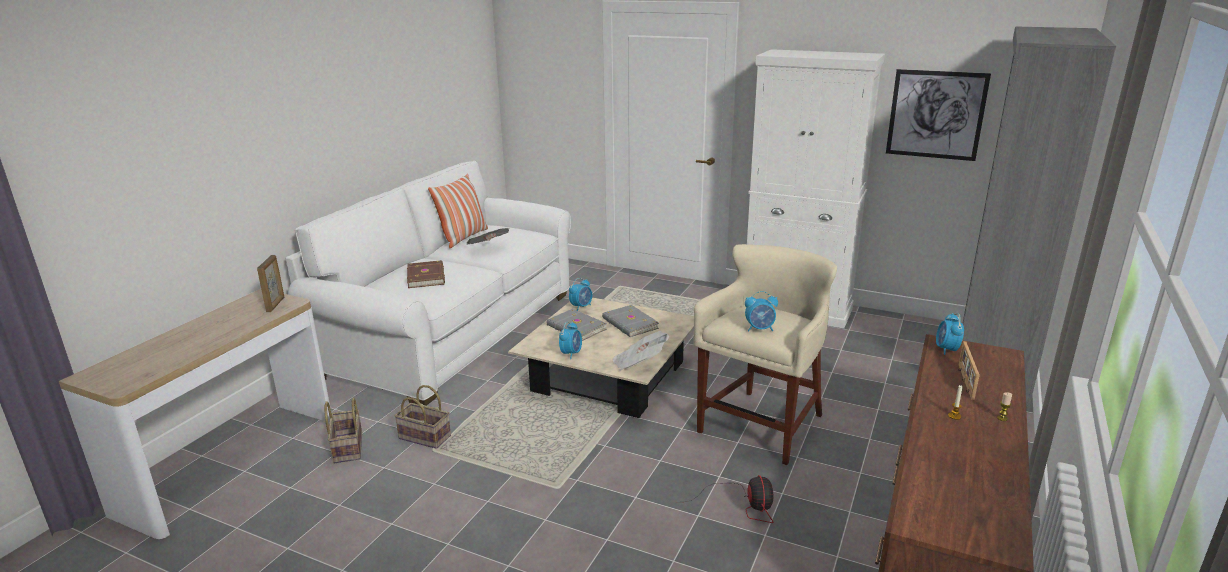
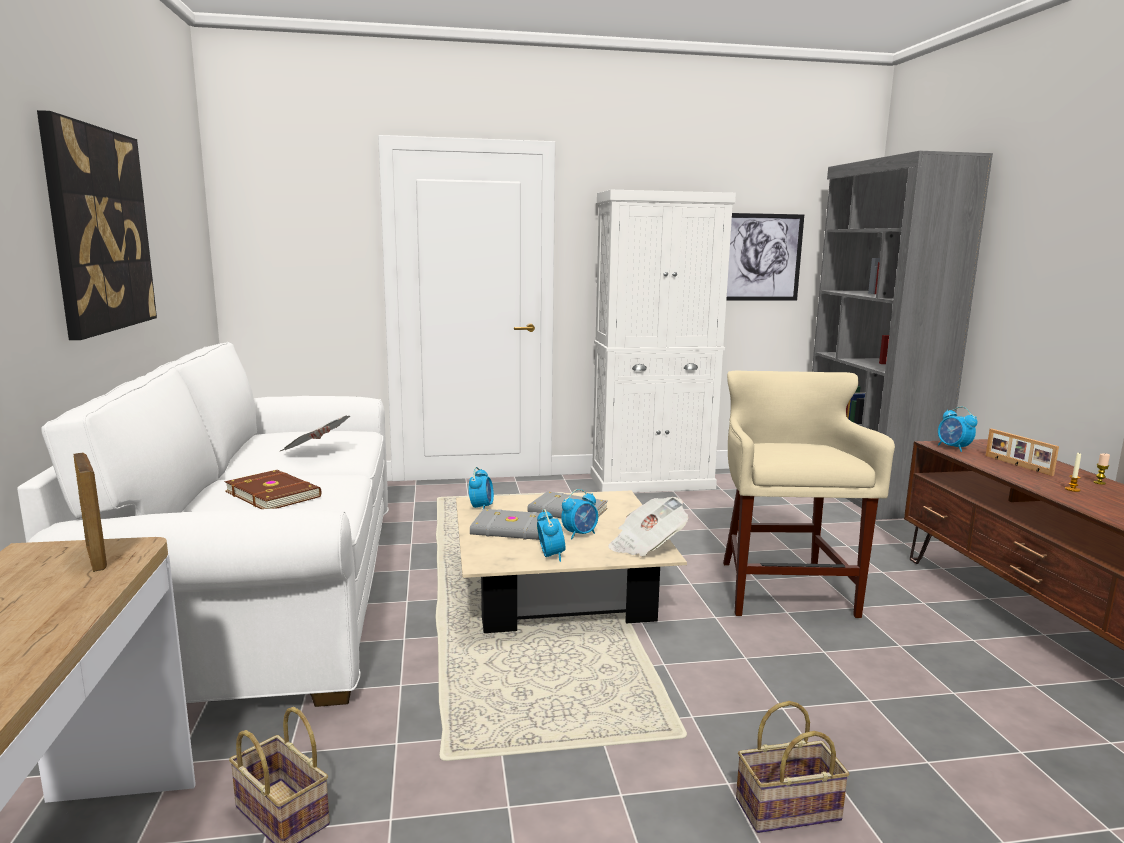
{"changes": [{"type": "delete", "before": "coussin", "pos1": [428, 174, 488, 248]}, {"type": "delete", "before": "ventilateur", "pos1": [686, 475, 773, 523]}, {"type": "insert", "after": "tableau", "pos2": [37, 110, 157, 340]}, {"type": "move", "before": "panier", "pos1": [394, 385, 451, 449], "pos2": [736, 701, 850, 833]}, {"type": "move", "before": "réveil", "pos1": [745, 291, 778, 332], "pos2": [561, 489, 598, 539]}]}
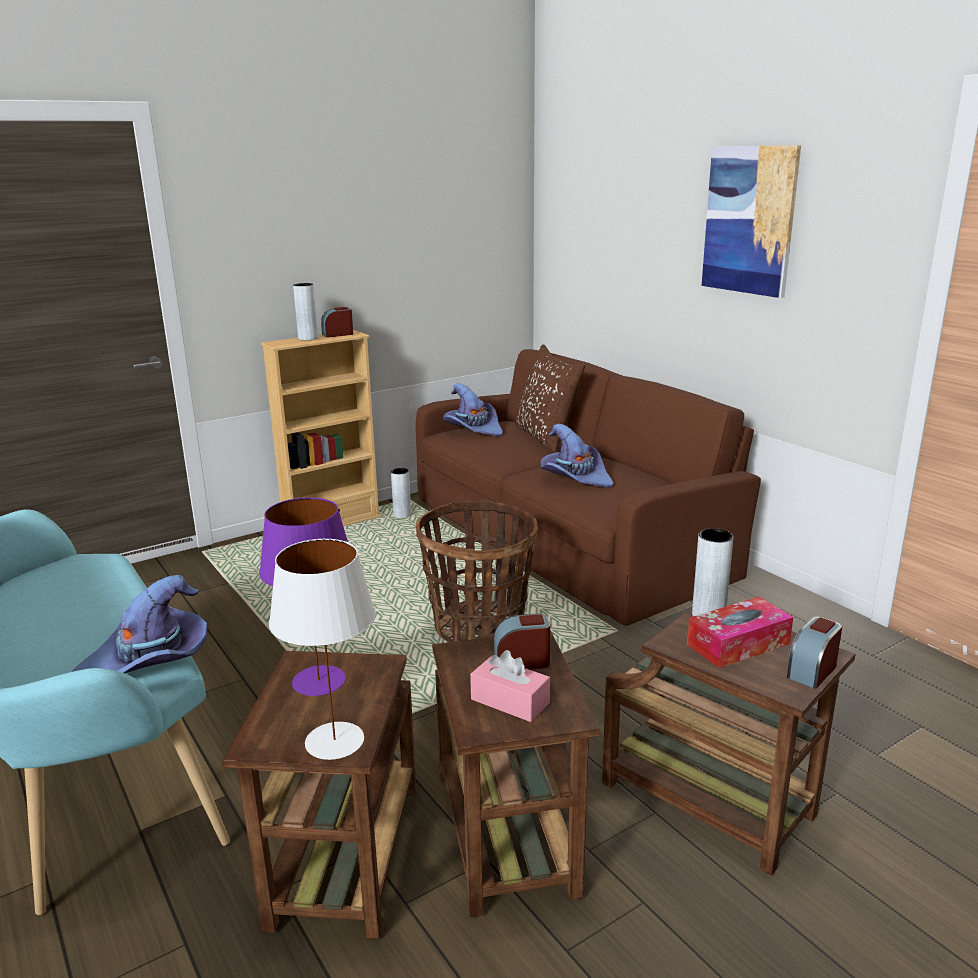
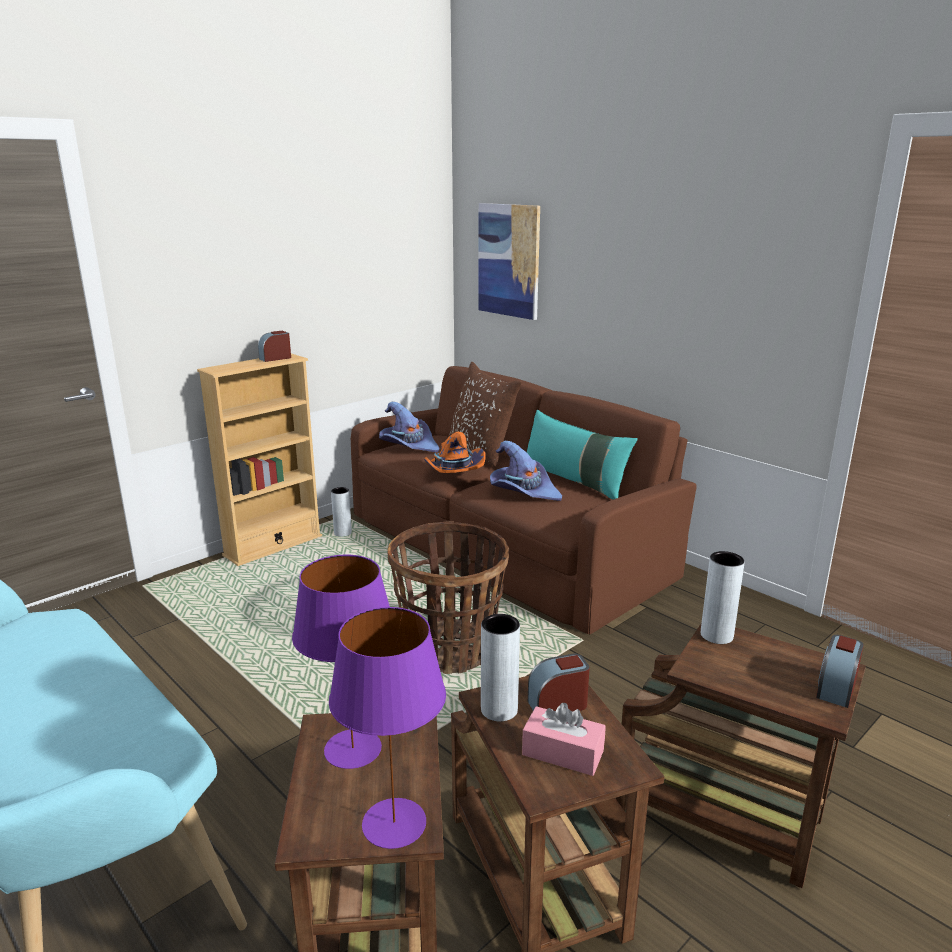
{"changes": [{"type": "delete", "before": "chapeau/violet", "pos1": [72, 575, 208, 673]}, {"type": "delete", "before": "boîte à mouchoirs", "pos1": [687, 597, 793, 668]}, {"type": "insert", "after": "chapeau/orange", "pos2": [424, 432, 485, 473]}, {"type": "insert", "after": "coussin/turquoise", "pos2": [527, 410, 638, 500]}, {"type": "move", "before": "vase/gris", "pos1": [293, 283, 318, 340], "pos2": [481, 614, 520, 721]}, {"type": "move", "before": "tableau", "pos1": [702, 145, 801, 298], "pos2": [479, 203, 540, 320]}, {"type": "recolor", "before": "lampe de table/blanc", "after": "lampe de table/violet", "pos1": [269, 539, 376, 760], "pos2": [329, 607, 446, 849]}]}
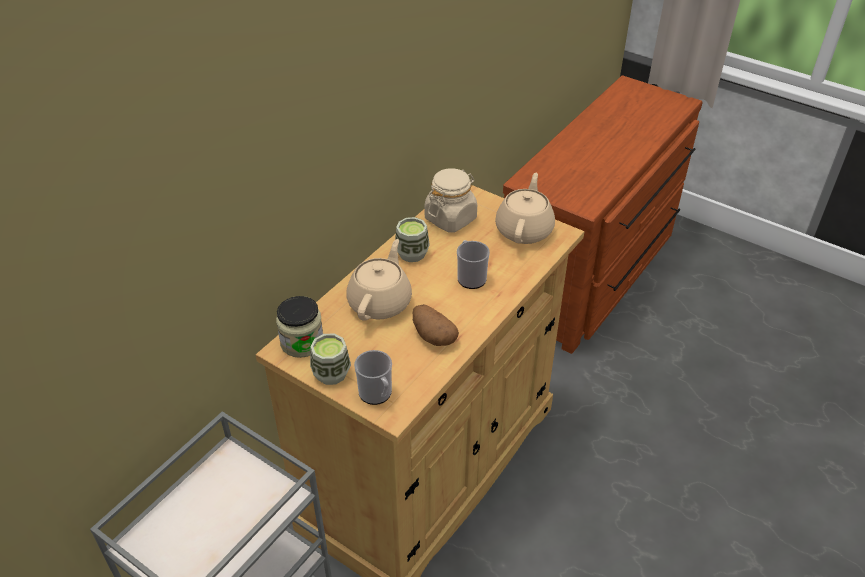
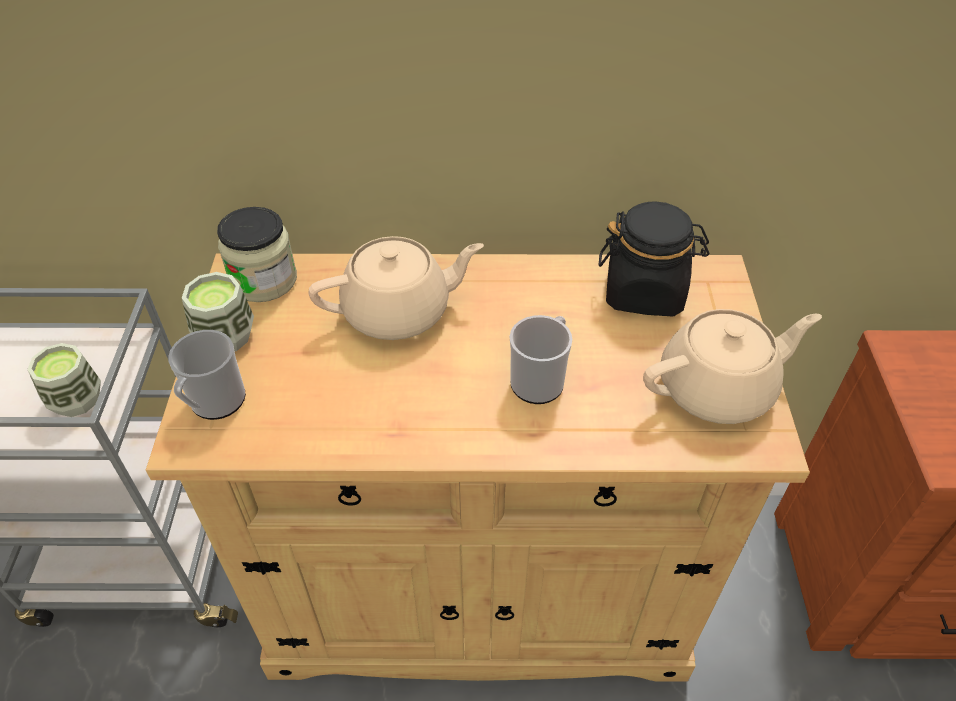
{"changes": [{"type": "delete", "before": "pomme de terre", "pos1": [413, 304, 459, 346]}, {"type": "move", "before": "tasse", "pos1": [395, 217, 430, 262], "pos2": [27, 343, 101, 417]}, {"type": "recolor", "before": "bocal/beige", "after": "bocal/noir", "pos1": [425, 168, 477, 232], "pos2": [599, 201, 709, 316]}]}
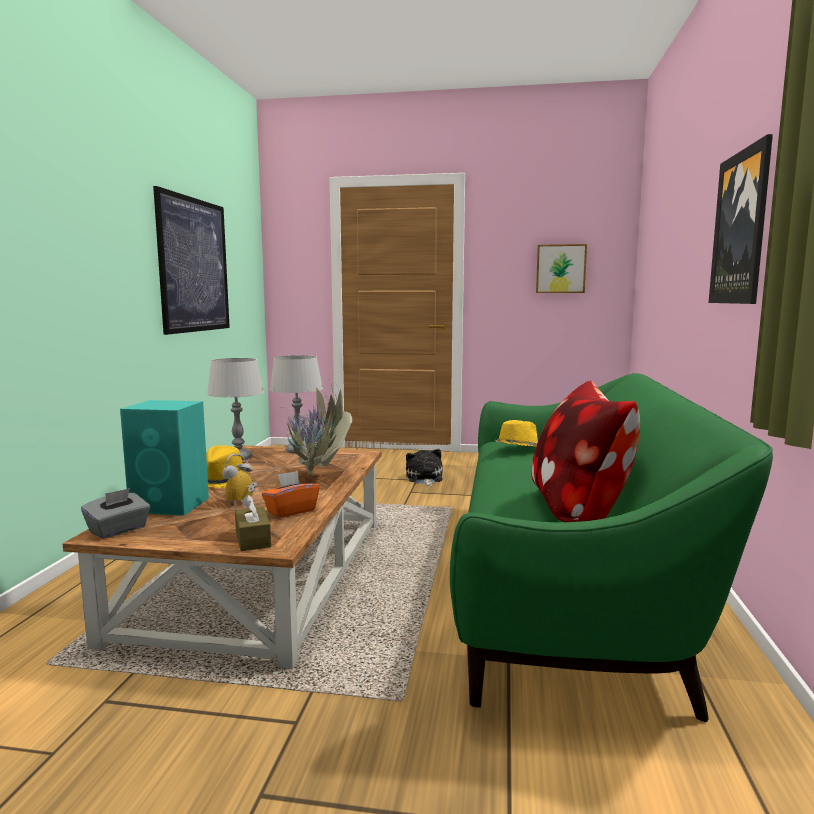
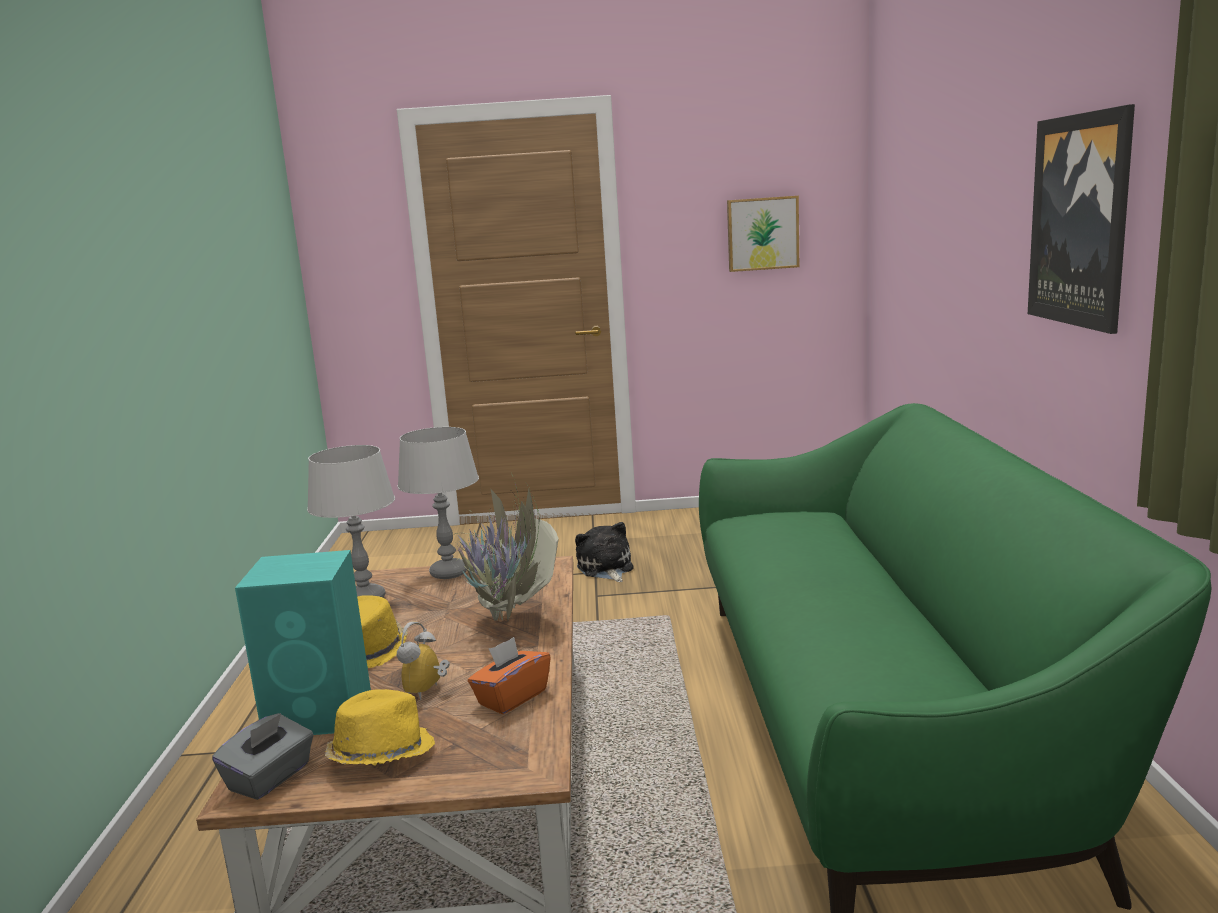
{"changes": [{"type": "delete", "before": "tableau", "pos1": [153, 186, 230, 335]}, {"type": "delete", "before": "boîte à mouchoirs/marron", "pos1": [235, 494, 271, 551]}, {"type": "delete", "before": "coussin", "pos1": [531, 380, 640, 522]}, {"type": "move", "before": "chapeau/jaune", "pos1": [495, 420, 538, 447], "pos2": [325, 689, 435, 766]}]}
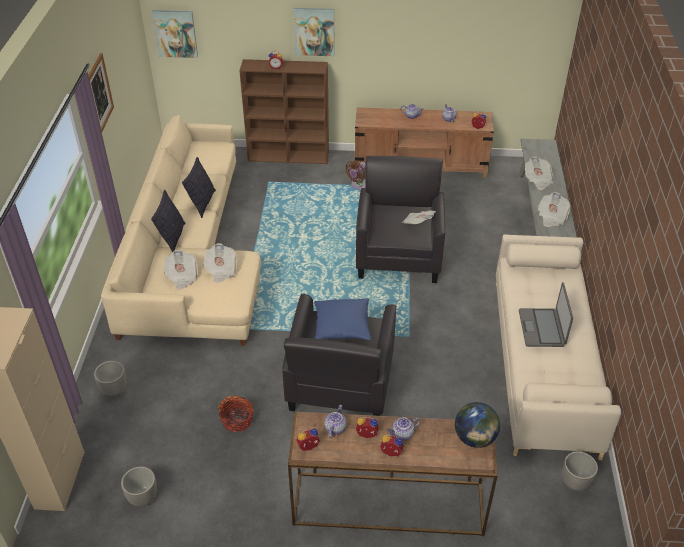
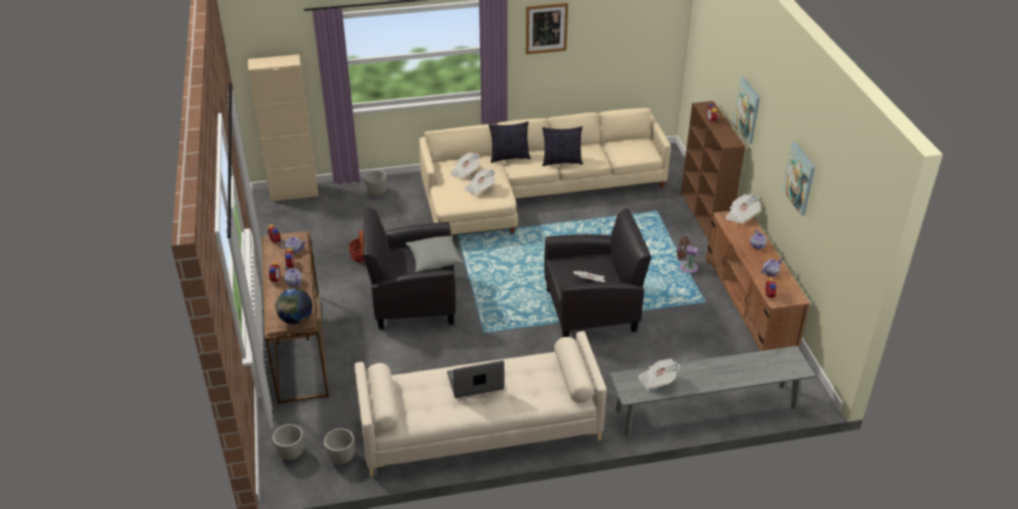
{"changes": [{"type": "move", "before": "cache-pot", "pos1": [121, 466, 157, 506], "pos2": [272, 424, 304, 460]}, {"type": "move", "before": "tableau", "pos1": [152, 10, 198, 58], "pos2": [783, 142, 815, 216]}, {"type": "move", "before": "journal", "pos1": [525, 156, 554, 190], "pos2": [726, 194, 761, 224]}, {"type": "recolor", "before": "coussin/bleu", "after": "coussin/gris", "pos1": [314, 298, 371, 340], "pos2": [405, 236, 464, 272]}]}
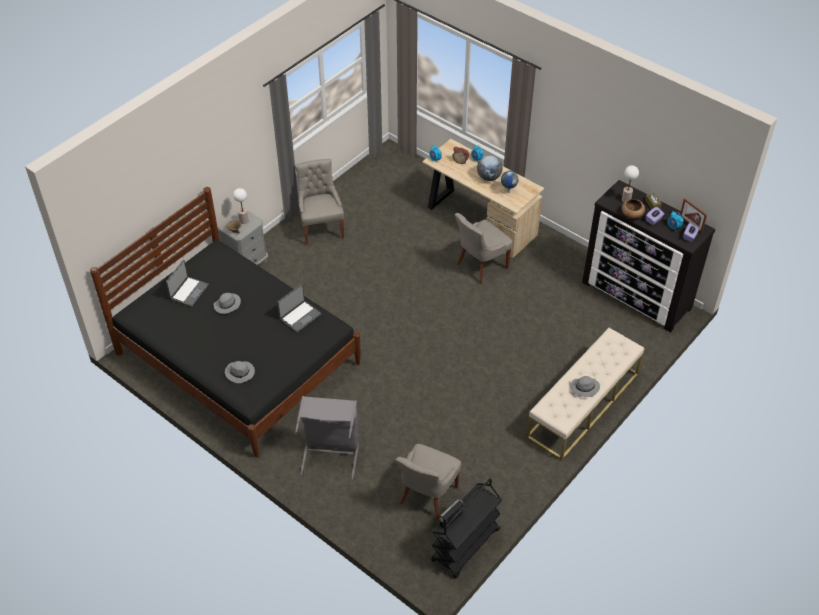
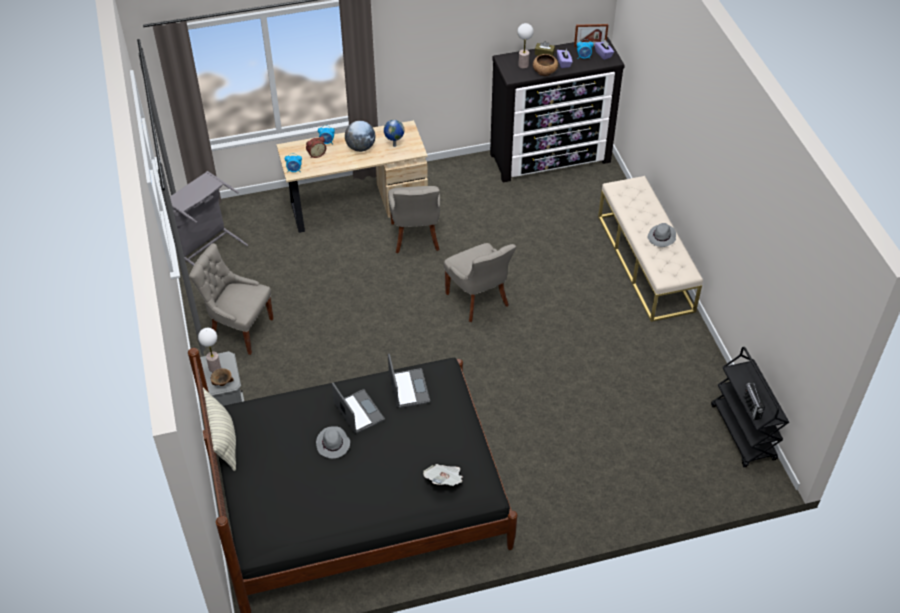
{"changes": [{"type": "insert", "after": "coussin", "pos2": [203, 388, 236, 471]}, {"type": "move", "before": "ordinateur portable", "pos1": [166, 260, 209, 307], "pos2": [332, 383, 385, 434]}, {"type": "move", "before": "panier à linge/gris", "pos1": [295, 396, 359, 479], "pos2": [170, 171, 248, 266]}, {"type": "move", "before": "chaise/gris", "pos1": [396, 444, 461, 520], "pos2": [444, 243, 516, 322]}, {"type": "replace", "before": "chapeau/gris", "after": "journal", "pos1": [225, 361, 255, 383], "pos2": [423, 464, 462, 486]}]}
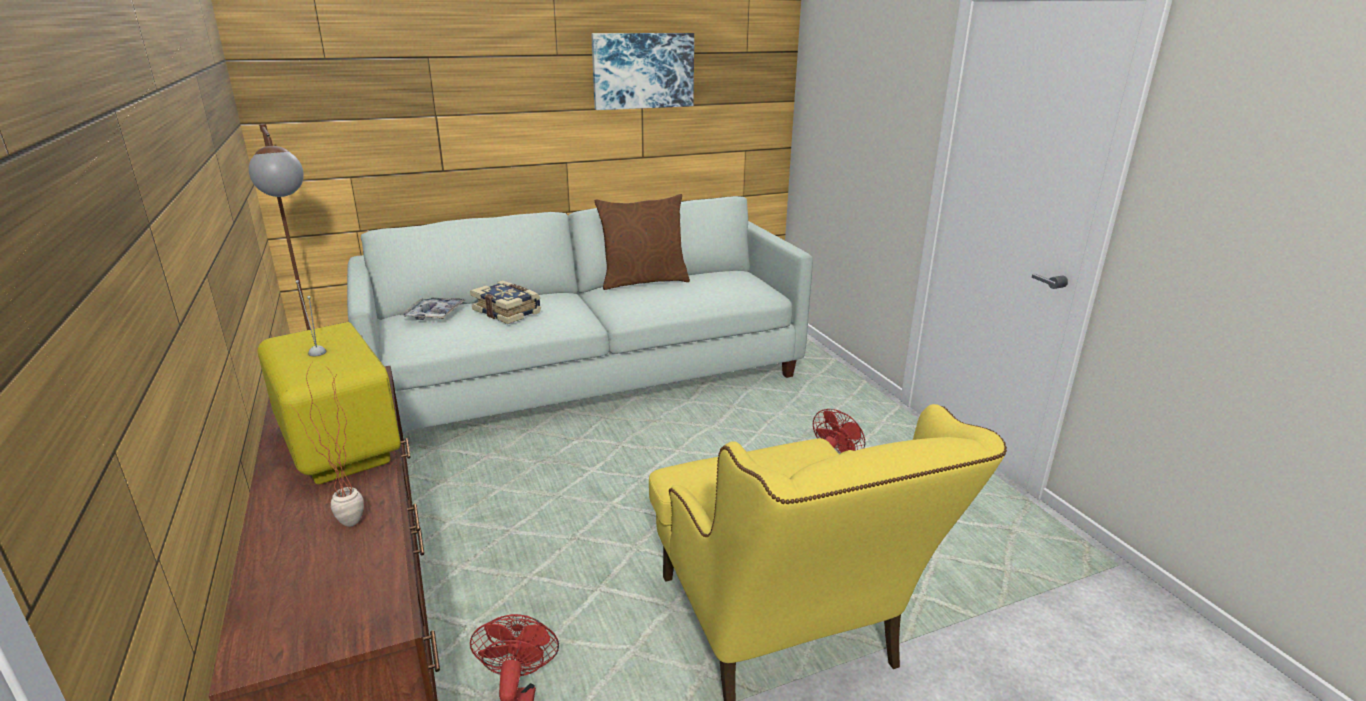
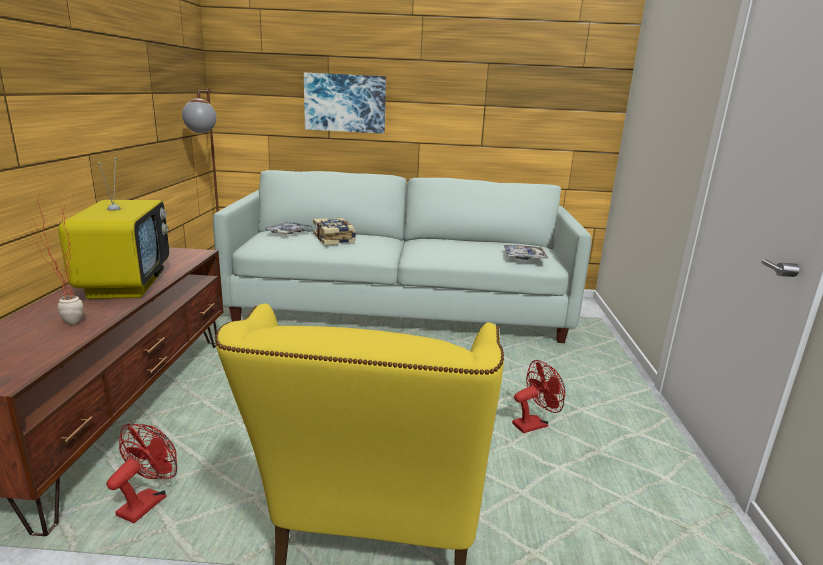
{"changes": [{"type": "delete", "before": "coussin/marron", "pos1": [595, 194, 690, 290]}, {"type": "insert", "after": "plateau", "pos2": [503, 245, 548, 260]}, {"type": "move", "before": "tableau", "pos1": [591, 33, 694, 110], "pos2": [304, 73, 386, 133]}]}
